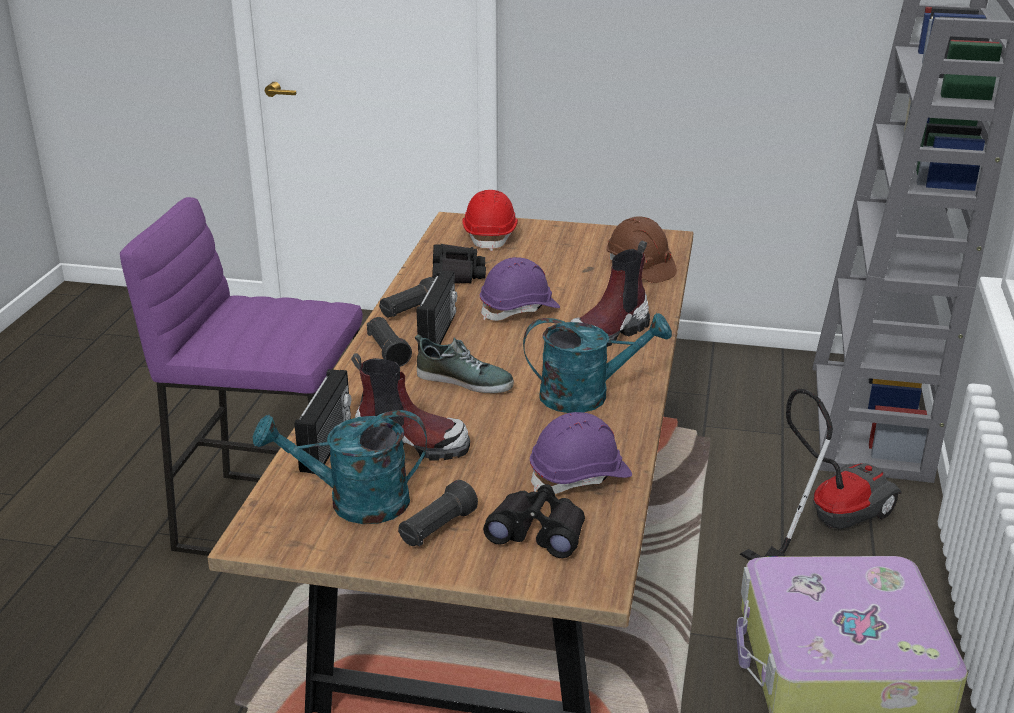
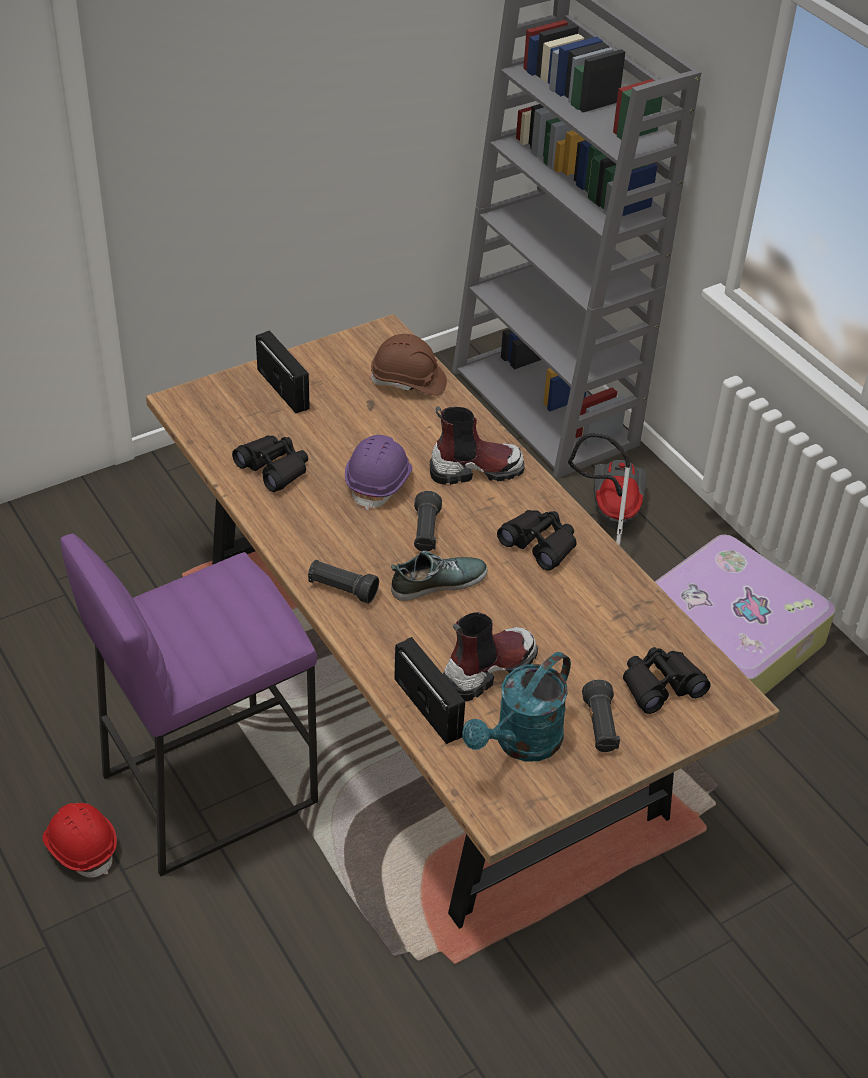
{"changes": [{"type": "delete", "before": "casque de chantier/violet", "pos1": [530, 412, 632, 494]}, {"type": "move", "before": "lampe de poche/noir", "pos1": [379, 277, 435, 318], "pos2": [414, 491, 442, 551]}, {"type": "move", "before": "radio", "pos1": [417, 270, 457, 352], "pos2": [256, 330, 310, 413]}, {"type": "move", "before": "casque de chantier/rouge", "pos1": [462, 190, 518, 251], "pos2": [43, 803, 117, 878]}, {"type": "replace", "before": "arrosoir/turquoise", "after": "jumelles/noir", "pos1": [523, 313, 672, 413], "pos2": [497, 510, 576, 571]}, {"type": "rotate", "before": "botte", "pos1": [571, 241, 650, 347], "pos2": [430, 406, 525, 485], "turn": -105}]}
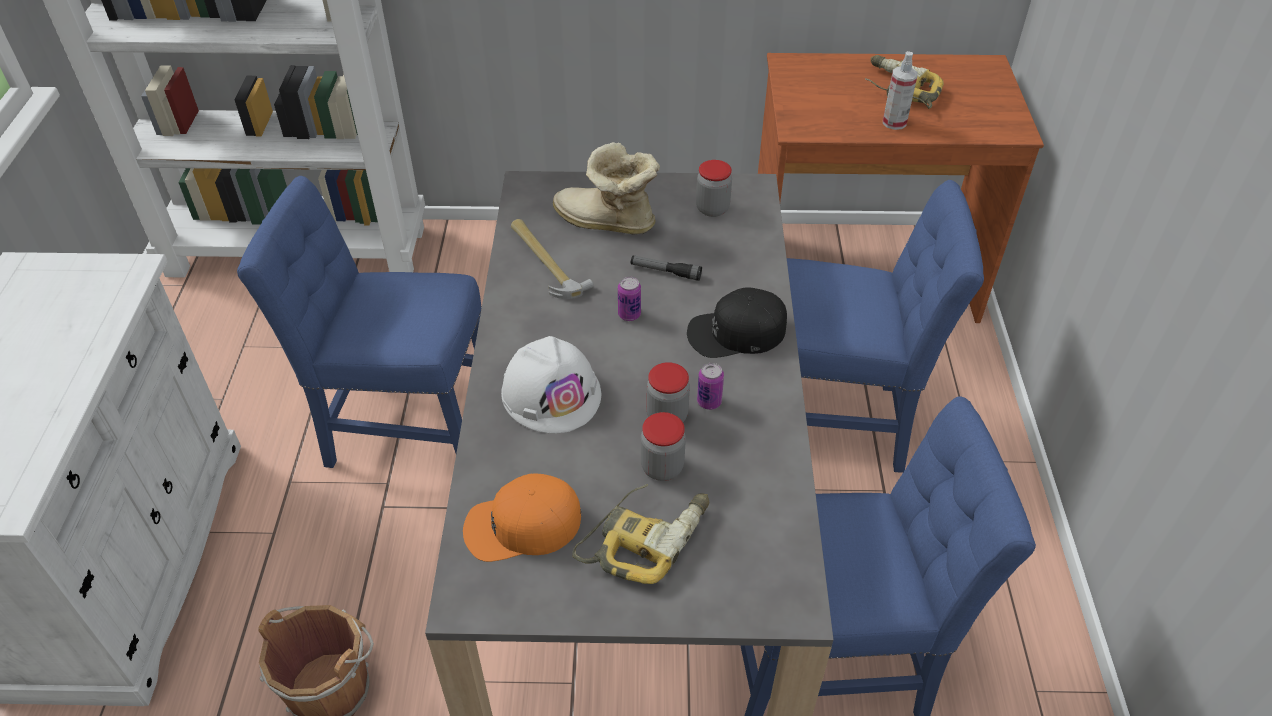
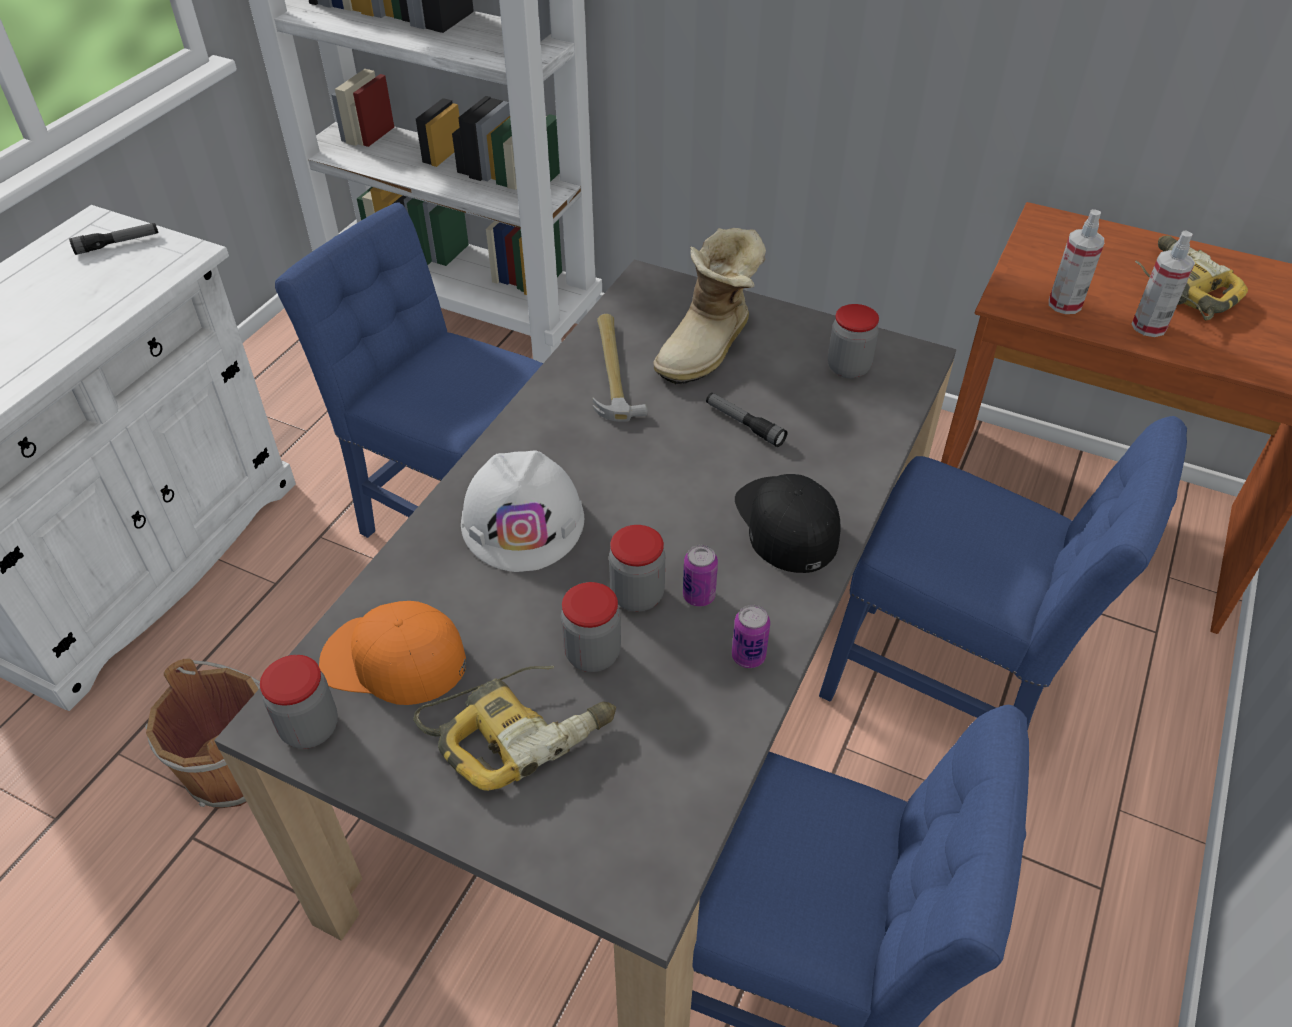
{"changes": [{"type": "insert", "after": "lampe de poche", "pos2": [69, 223, 158, 255]}, {"type": "insert", "after": "bocal", "pos2": [260, 655, 338, 749]}, {"type": "insert", "after": "vaporisateur", "pos2": [1049, 209, 1104, 314]}, {"type": "move", "before": "boîte métallique", "pos1": [618, 276, 641, 321], "pos2": [732, 605, 770, 668]}, {"type": "rotate", "before": "botte", "pos1": [553, 142, 660, 235], "pos2": [653, 228, 766, 384], "turn": -105}, {"type": "rotate", "before": "casquette/noir", "pos1": [687, 287, 787, 358], "pos2": [735, 474, 840, 573], "turn": 60}]}
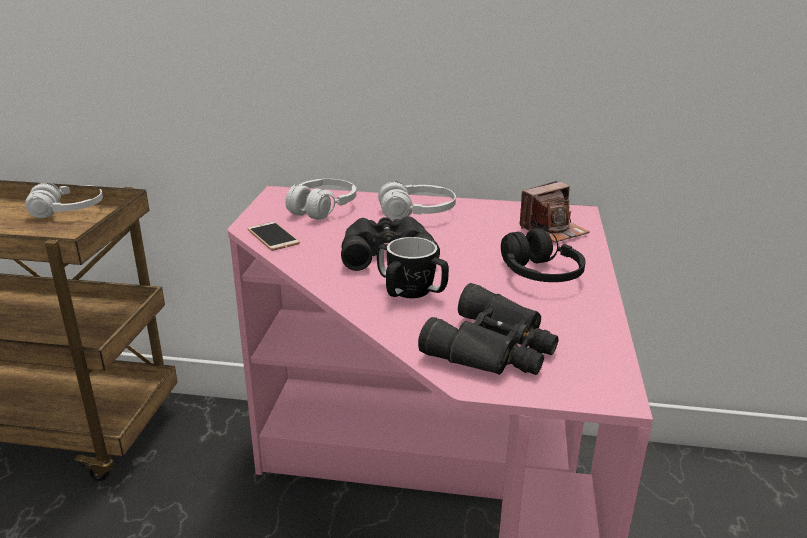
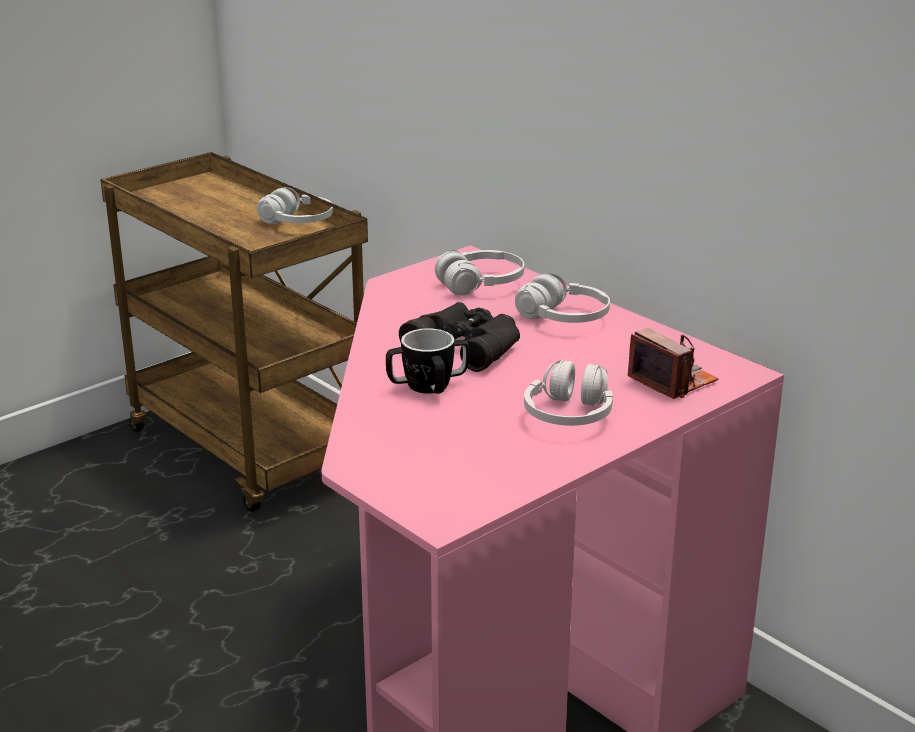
{"changes": [{"type": "delete", "before": "téléphone", "pos1": [247, 222, 300, 251]}, {"type": "delete", "before": "jumelles/noir", "pos1": [418, 283, 558, 375]}, {"type": "recolor", "before": "casque audio/noir", "after": "casque audio/blanc", "pos1": [501, 228, 586, 282], "pos2": [524, 360, 613, 426]}, {"type": "rotate", "before": "appareil photo", "pos1": [519, 181, 589, 243], "pos2": [627, 328, 718, 399], "turn": -135}]}
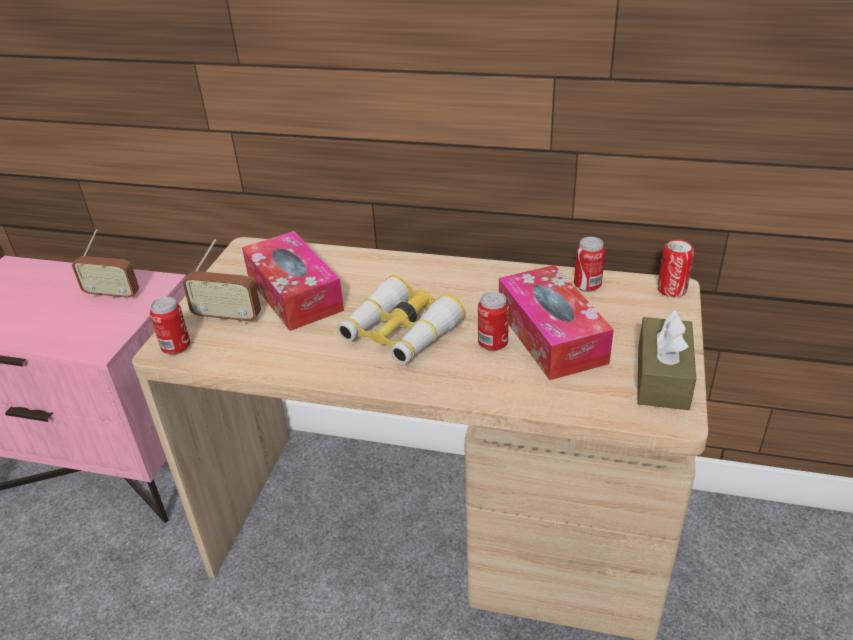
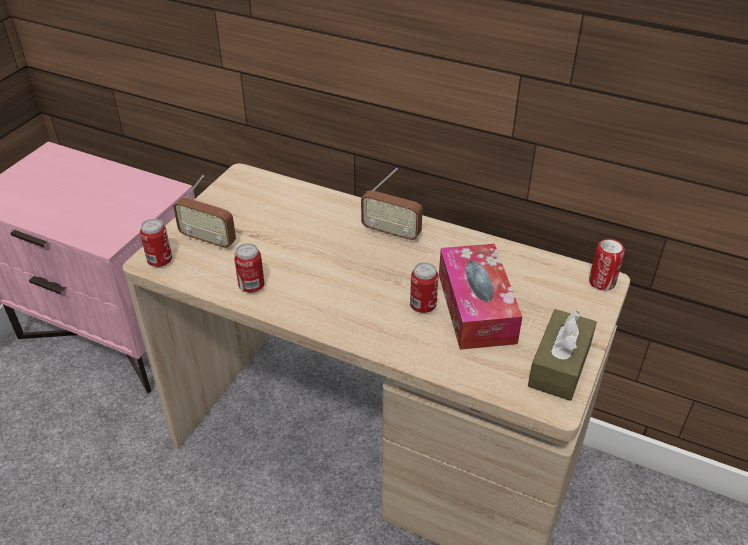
{"changes": [{"type": "delete", "before": "boîte à mouchoirs", "pos1": [242, 231, 344, 331]}, {"type": "delete", "before": "jumelles", "pos1": [337, 275, 465, 364]}, {"type": "move", "before": "radio", "pos1": [72, 229, 139, 301], "pos2": [361, 168, 423, 242]}, {"type": "move", "before": "boîte métallique", "pos1": [574, 237, 605, 292], "pos2": [234, 243, 264, 293]}]}
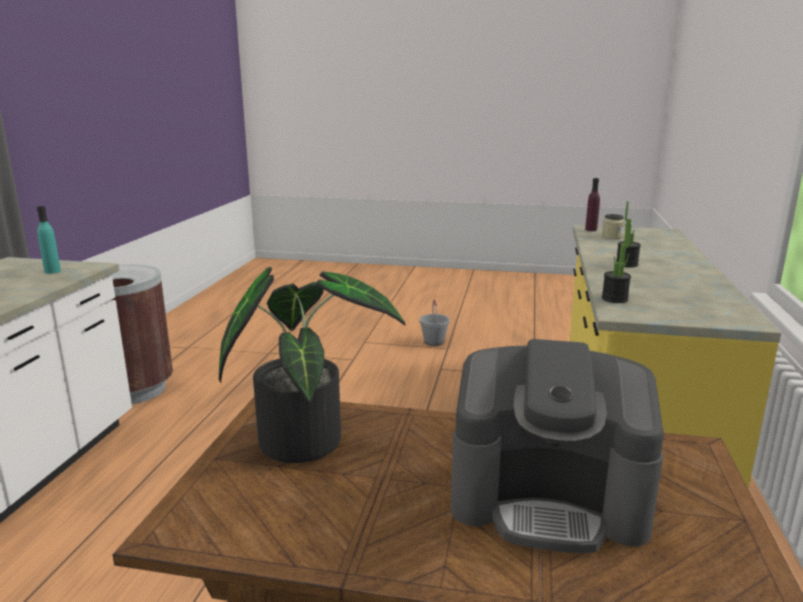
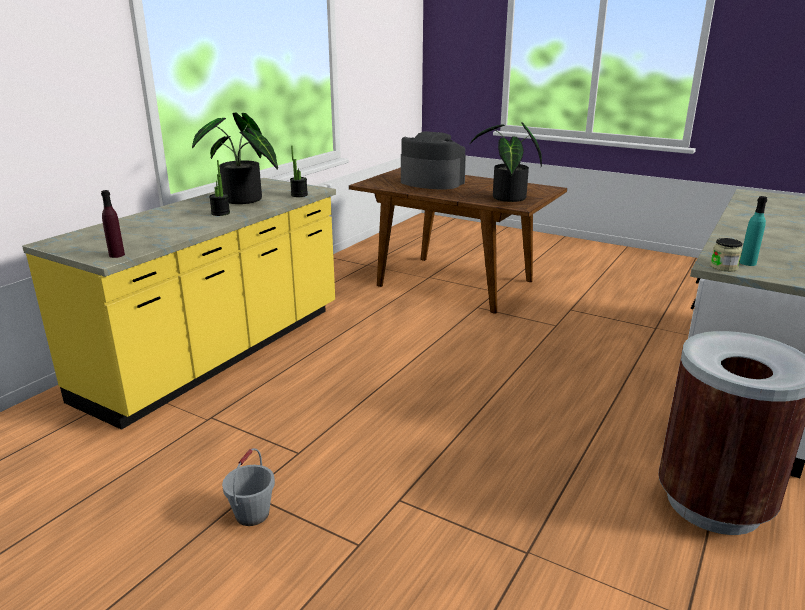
{"changes": [{"type": "insert", "after": "plante en pot", "pos2": [192, 113, 278, 204]}, {"type": "move", "before": "bocal", "pos1": [602, 214, 624, 239], "pos2": [710, 238, 742, 272]}]}
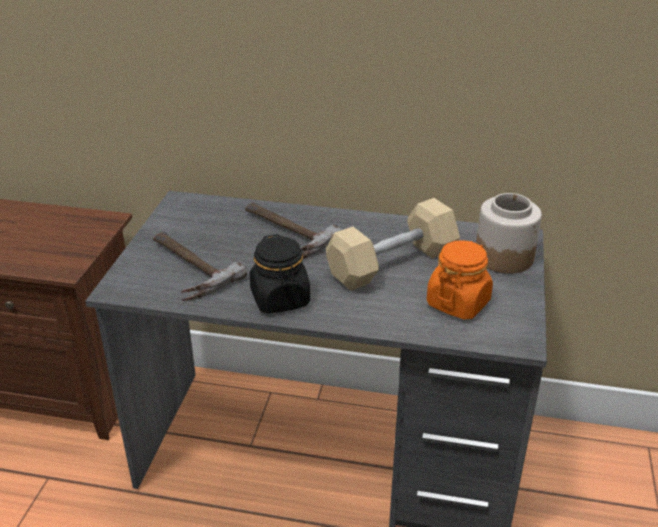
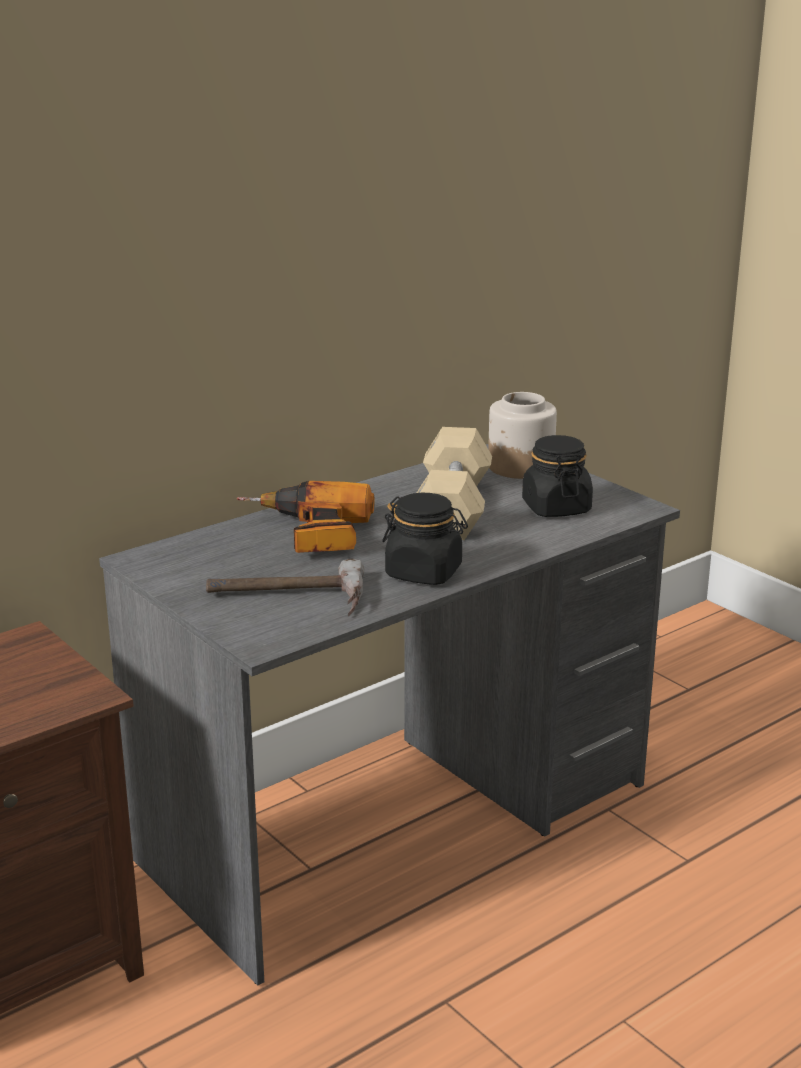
{"changes": [{"type": "replace", "before": "marteau", "after": "perceuse", "pos1": [245, 203, 342, 259], "pos2": [237, 481, 375, 553]}, {"type": "recolor", "before": "bocal/orange", "after": "bocal/noir", "pos1": [426, 240, 493, 320], "pos2": [522, 435, 593, 517]}]}
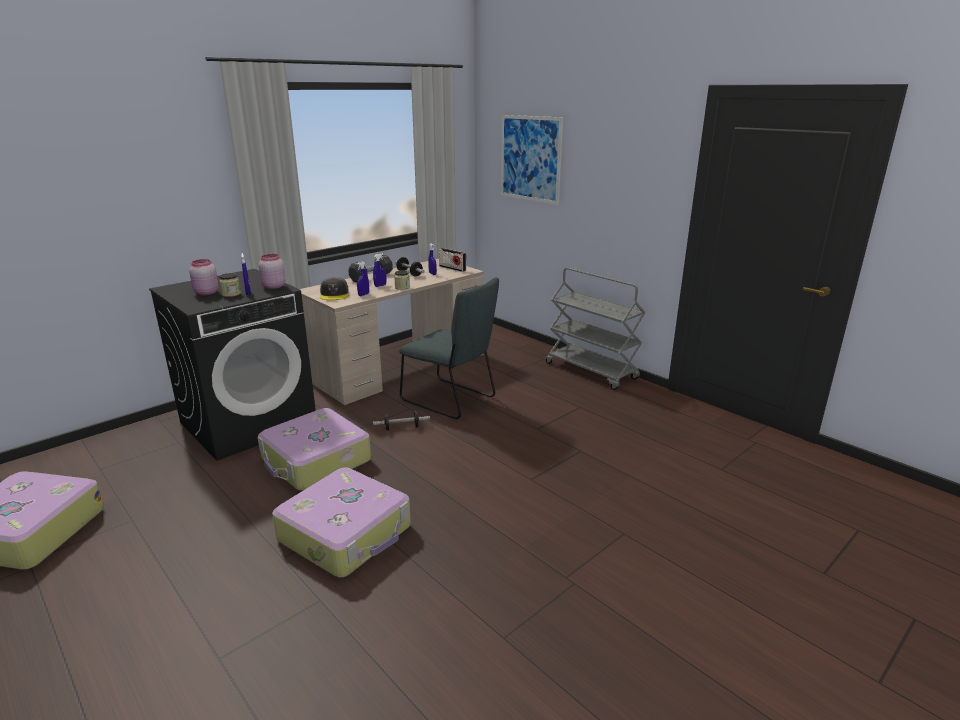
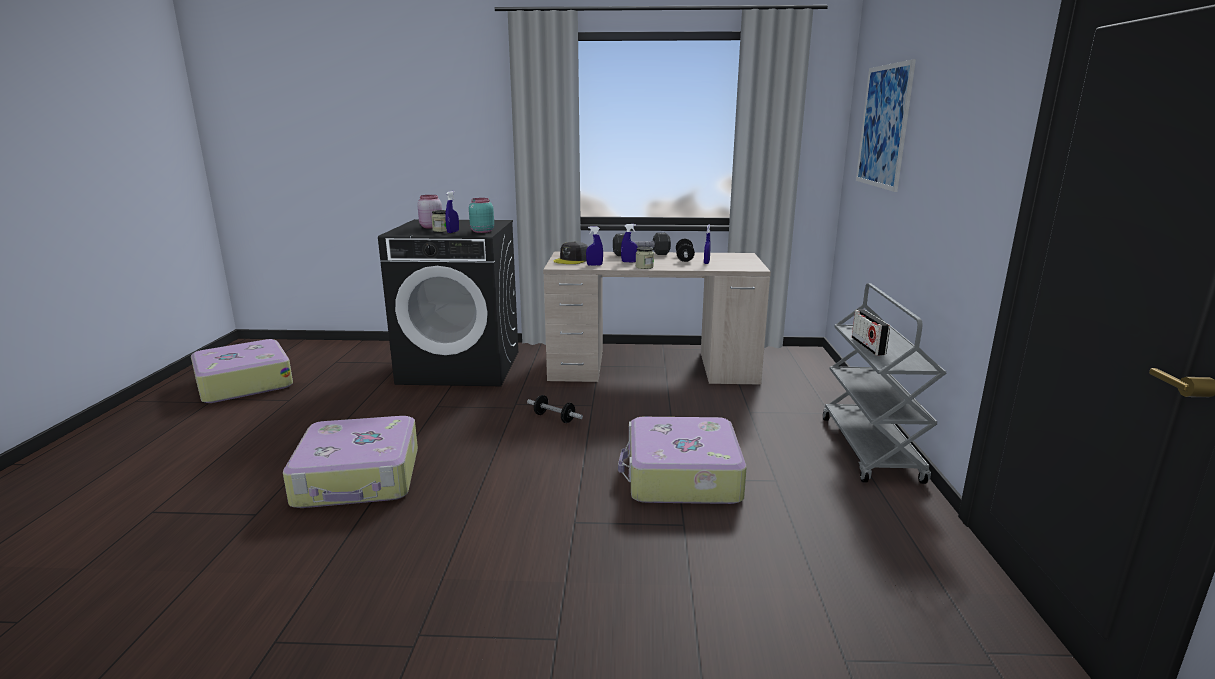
{"changes": [{"type": "delete", "before": "chaise/gris", "pos1": [399, 278, 499, 419]}, {"type": "move", "before": "valise", "pos1": [257, 408, 371, 490], "pos2": [618, 417, 747, 504]}, {"type": "move", "before": "radio", "pos1": [439, 248, 466, 272], "pos2": [852, 309, 890, 356]}, {"type": "recolor", "before": "bocal/rose", "after": "bocal/turquoise", "pos1": [259, 254, 286, 289], "pos2": [469, 198, 494, 233]}]}
